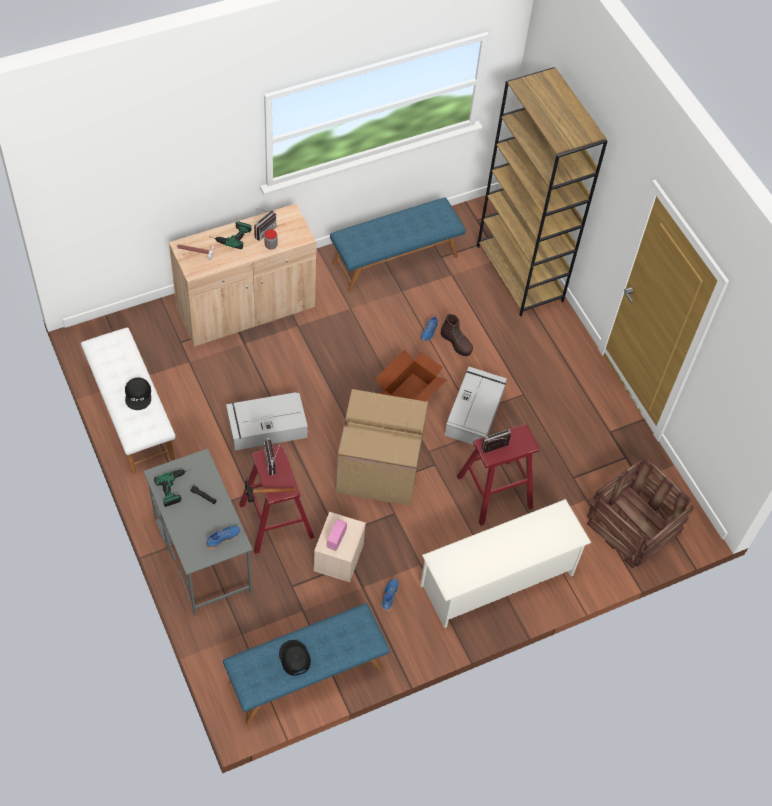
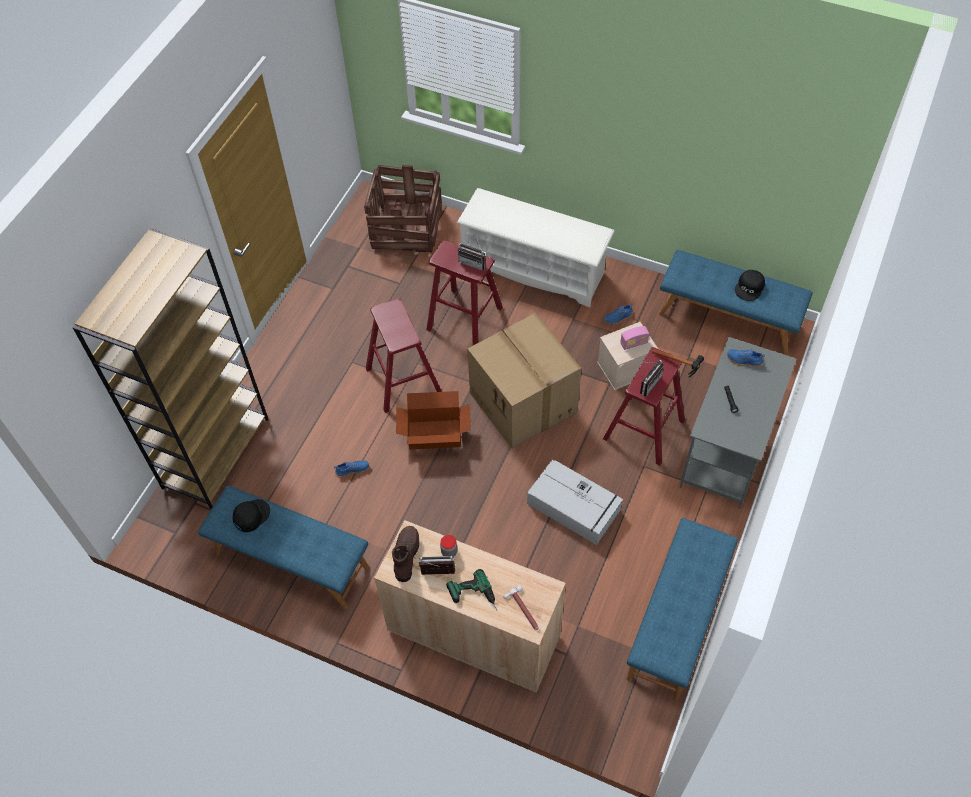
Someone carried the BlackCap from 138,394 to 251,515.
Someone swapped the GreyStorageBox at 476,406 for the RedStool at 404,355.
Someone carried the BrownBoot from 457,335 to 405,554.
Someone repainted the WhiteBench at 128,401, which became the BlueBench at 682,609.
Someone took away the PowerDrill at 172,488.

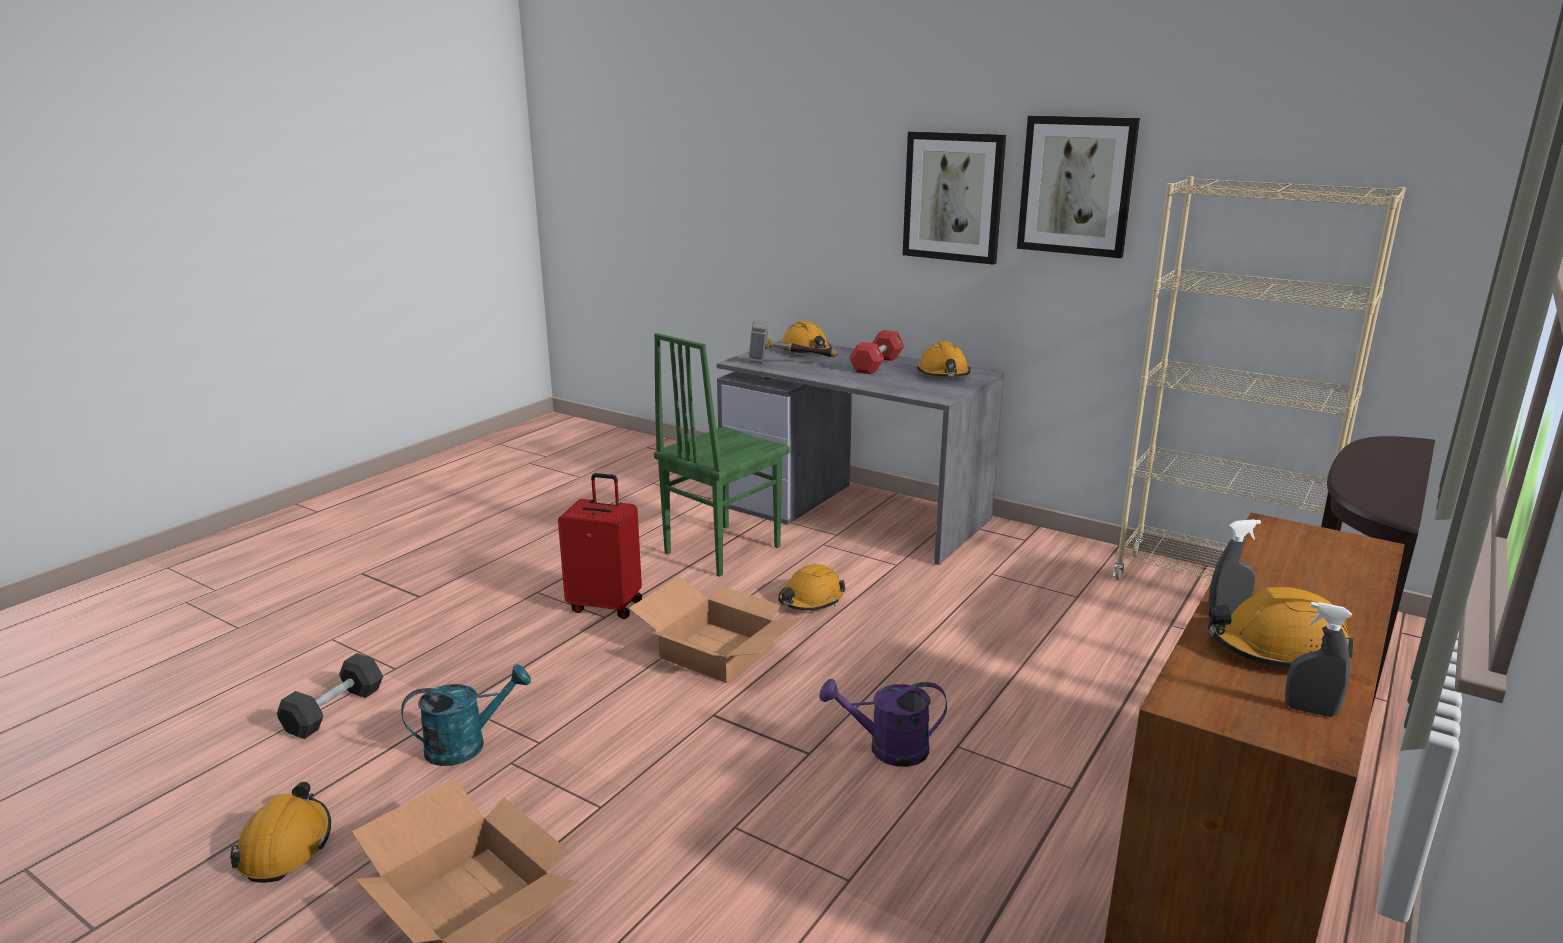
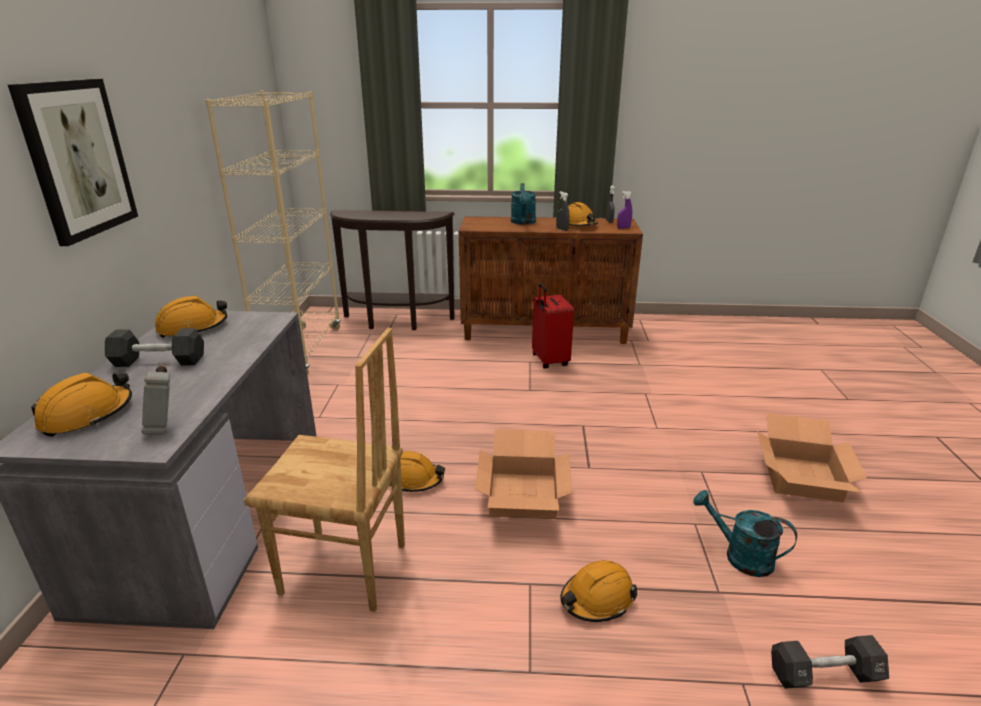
Someone repainted the RedDumbbell at 876,352, which became the BlackDumbbell at 154,347.
Someone repainted the GreenChair at 722,455, which became the BrownChair at 324,470.
Someone put down the TurquoiseWateringCan at 523,204.
Someone carried the RedSuitcase from 600,546 to 553,325.
Someone carried the OrangeHardHat from 280,832 to 598,591.
Someone put down the PurpleSprayBottle at 624,210.
Someone took away the PurpleWateringCan at 883,722.
Someone took away the Picture at 1078,187.

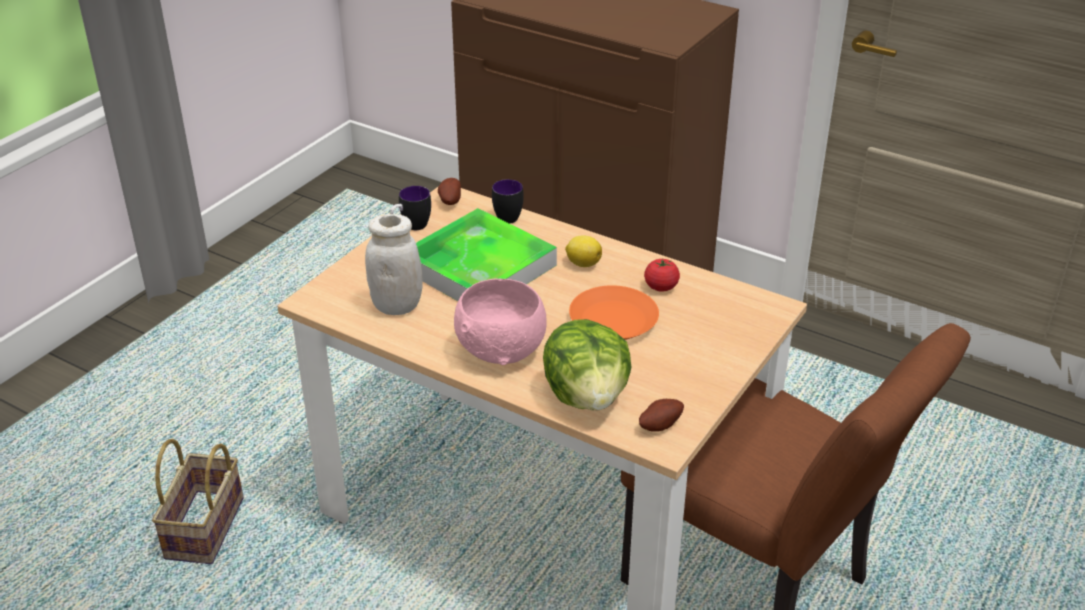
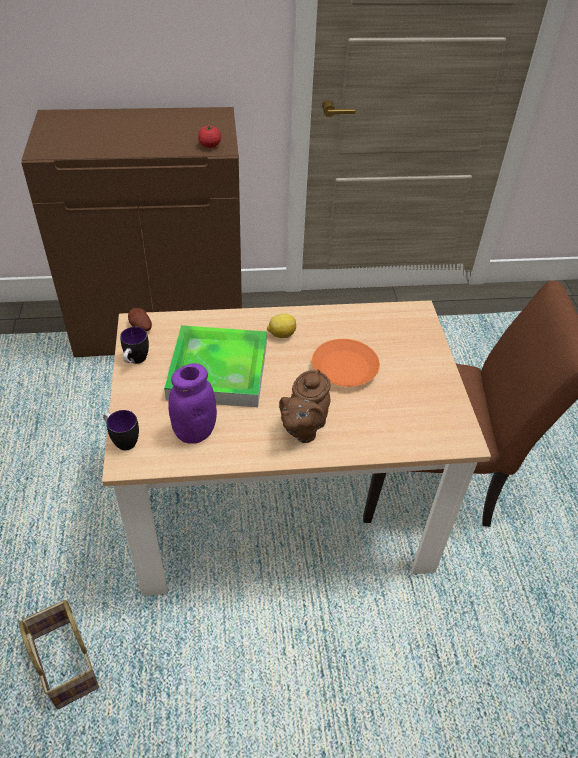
Someone carried the Mug from 508,201 to 121,430.
Someone repainted the WhiteJar at 394,264, which became the PurpleJar at 192,403.
Someone carried the Tomato from 662,275 to 209,136.
Someone swapped the PinkBowl at 500,322 for the BrownTeapot at 305,406.
Someone took away the Lettuce at 587,364.
Someone took away the Potato at 661,415.

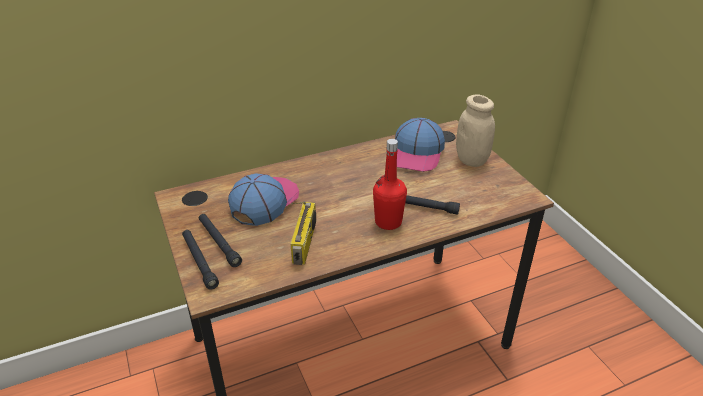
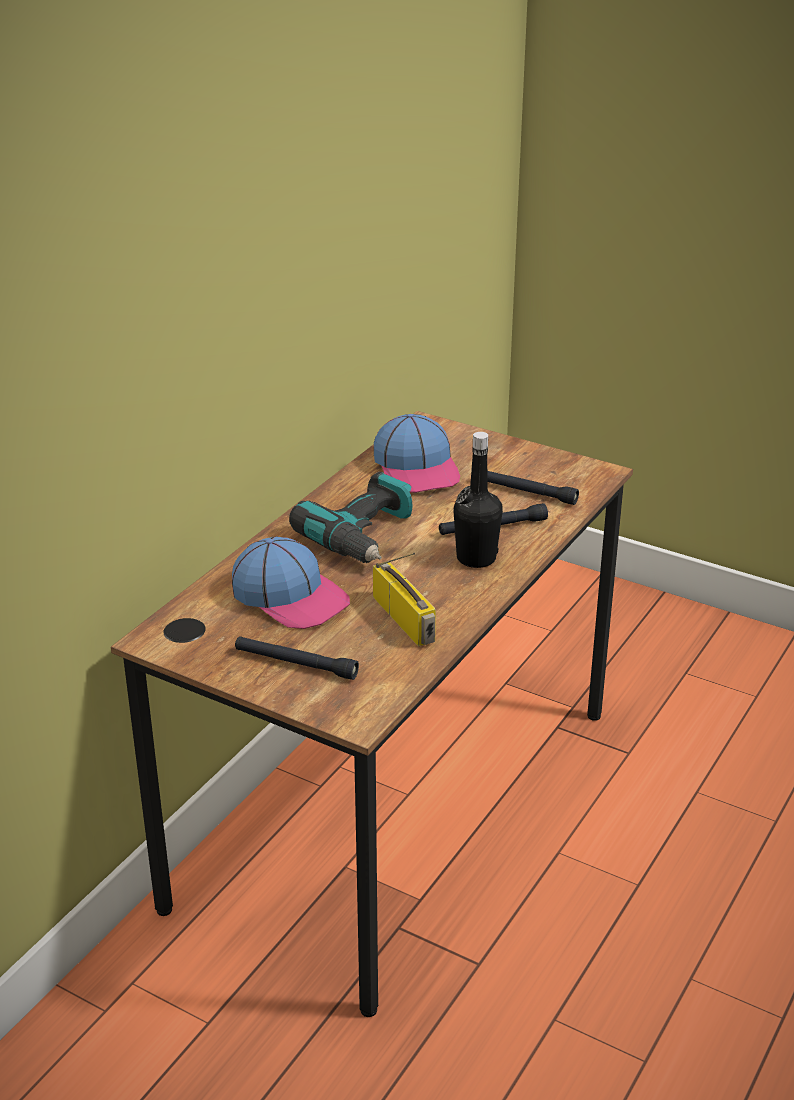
Someone rotated the Cap at 263,199 by 135 degrees clockwise.
Someone put down the PowerDrill at 351,517.
Someone repainted the RedBottle at 390,184, which became the BlackBottle at 478,500.
Someone carried the BlackFlashlight from 200,260 to 533,488.
Someone took away the BeigeJar at 475,130.

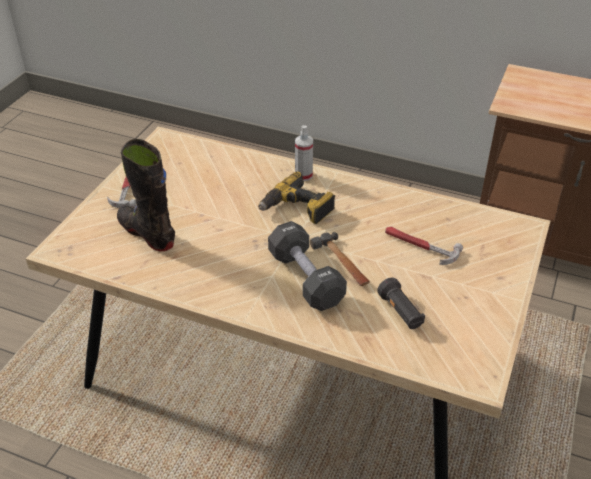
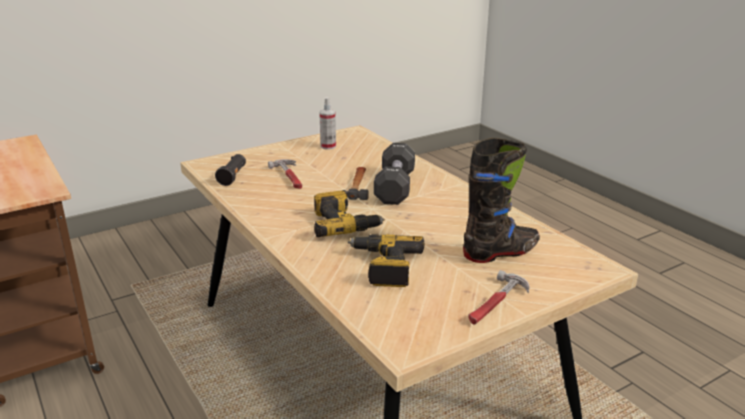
Someone carried the BlackFlashlight from 401,303 to 230,170.
Someone carried the SprayBottle from 304,153 to 327,123.
Someone put down the PowerDrill at 386,260.
Someone rotated the BlackBoot at 146,195 by 105 degrees counterclockwise.

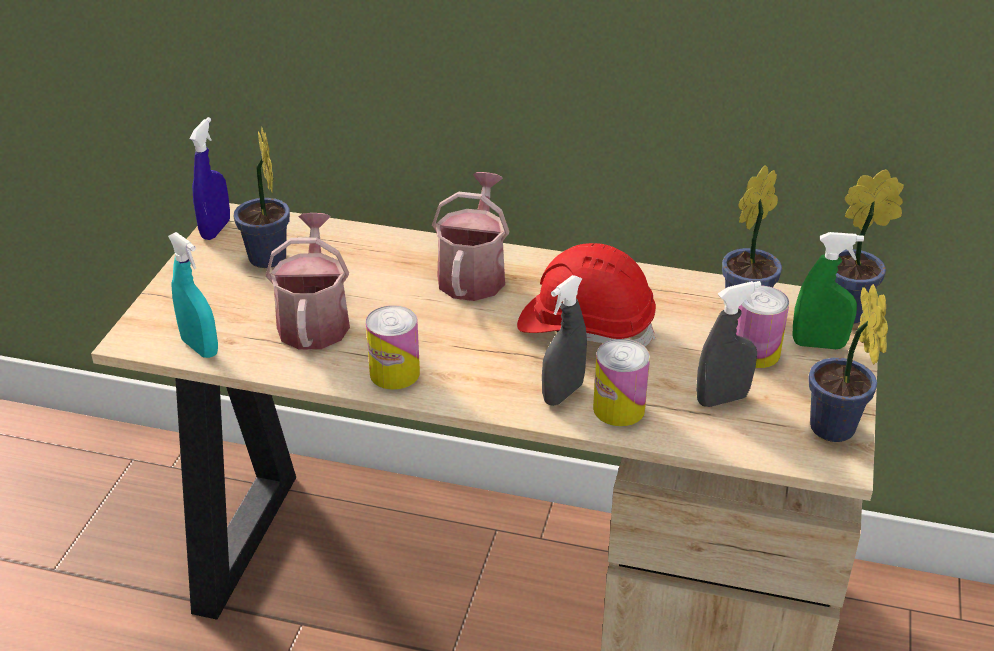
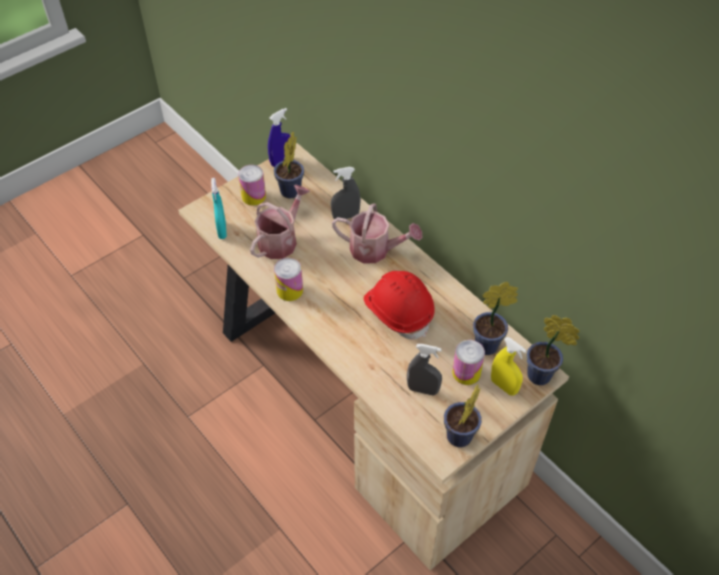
Someone carried the Can from 621,382 to 252,185.
Someone carried the GreySprayBottle from 564,340 to 346,193.
Someone rotated the WateringCan at 471,236 by 60 degrees clockwise.
Someone repainted the GreenSprayBottle at 828,290, which became the YellowSprayBottle at 509,366.

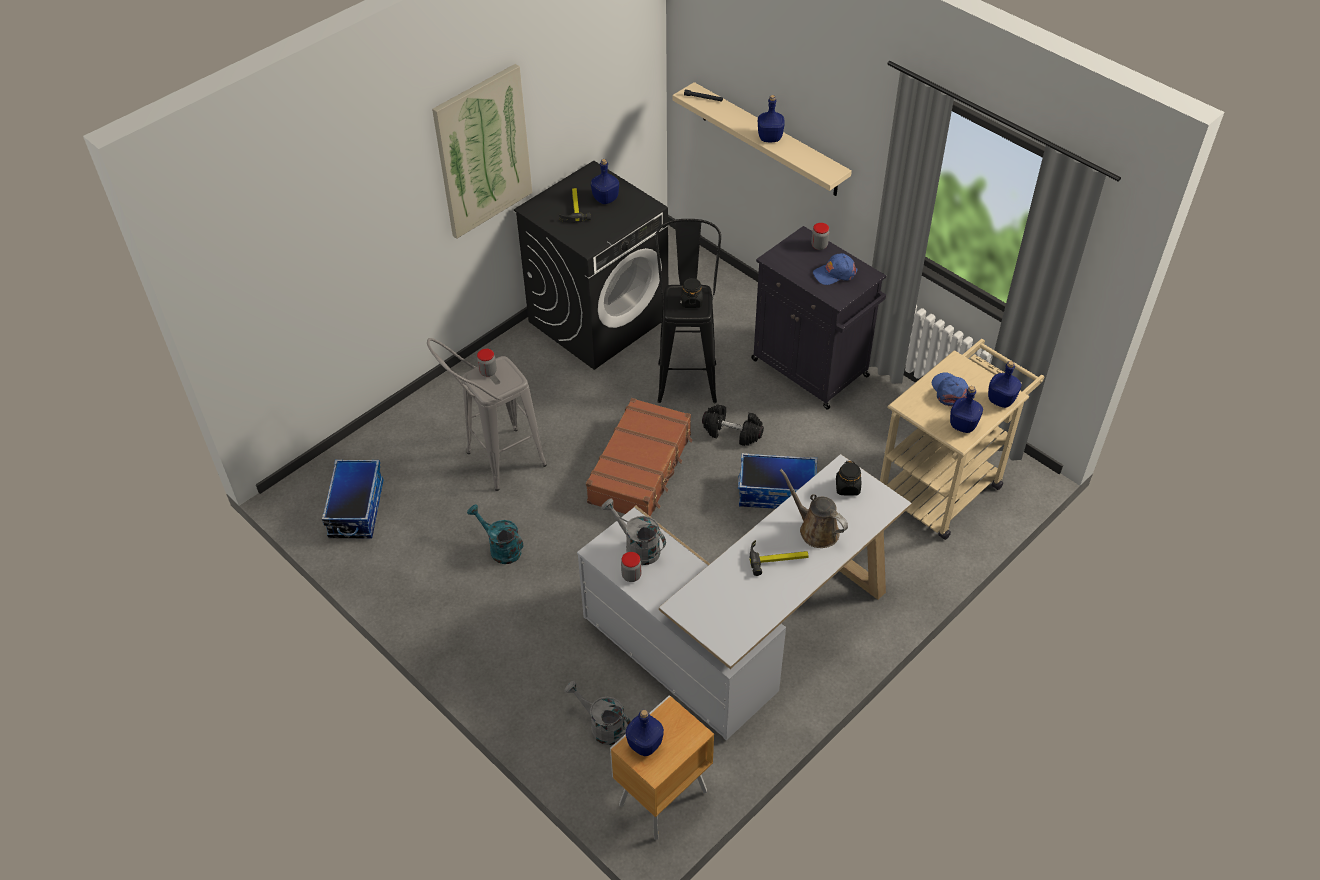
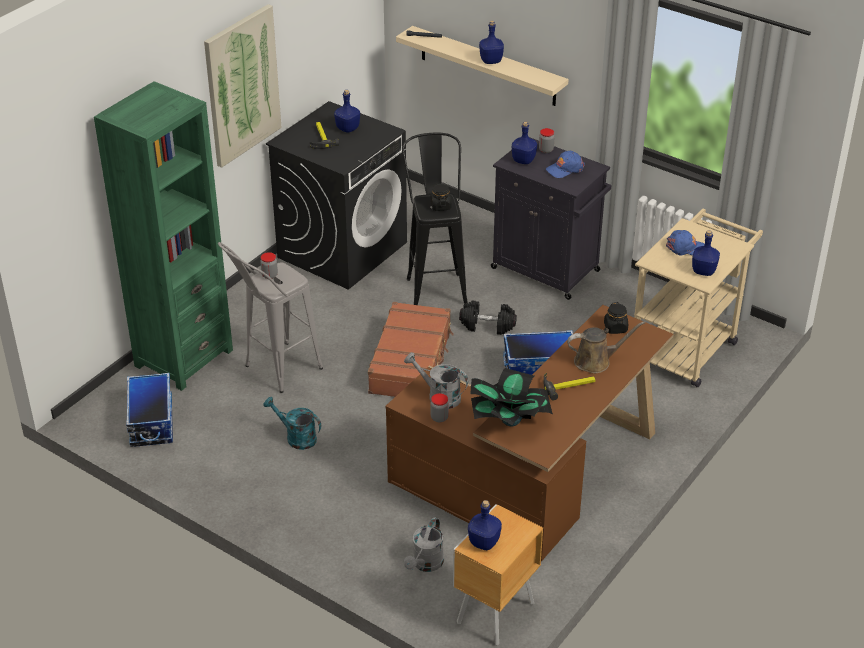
Someone put down the GreenBookcase at 163,236.
Someone repainted the WhiteDesk at 744,597, which became the BrownDesk at 529,433.
Someone rotated the GreyWateringCan at 598,713 by 90 degrees counterclockwise.
Someone put down the PottedPlant at 511,397.
Someone carried the BlueBottle from 1005,384 to 524,142.
Someone rotated the BrownWateringCan at 814,508 by 135 degrees clockwise.
Someone rotated the BlueCap at 950,389 by 120 degrees clockwise.

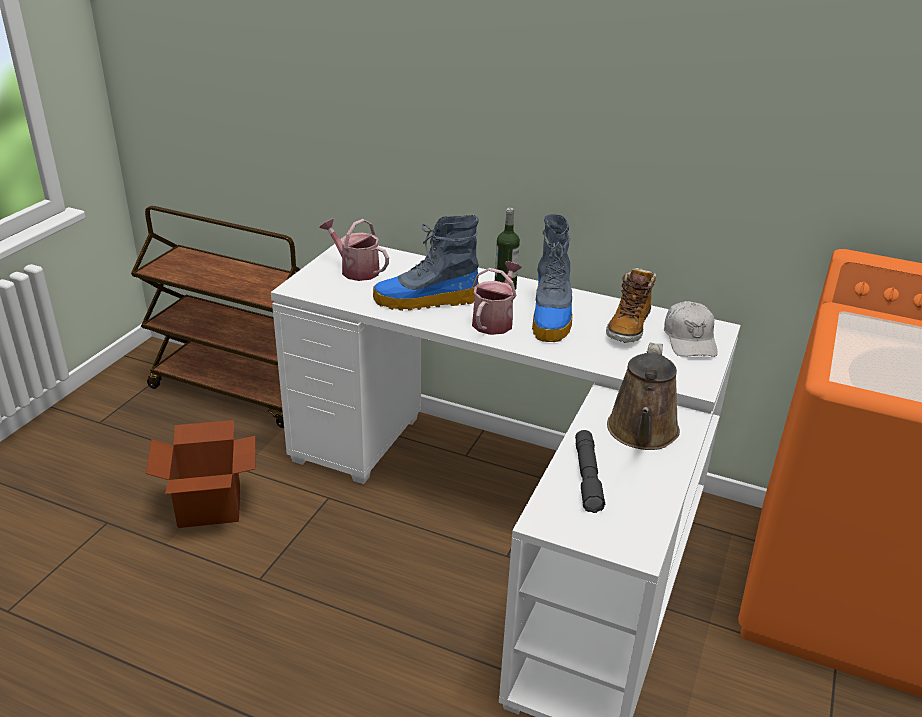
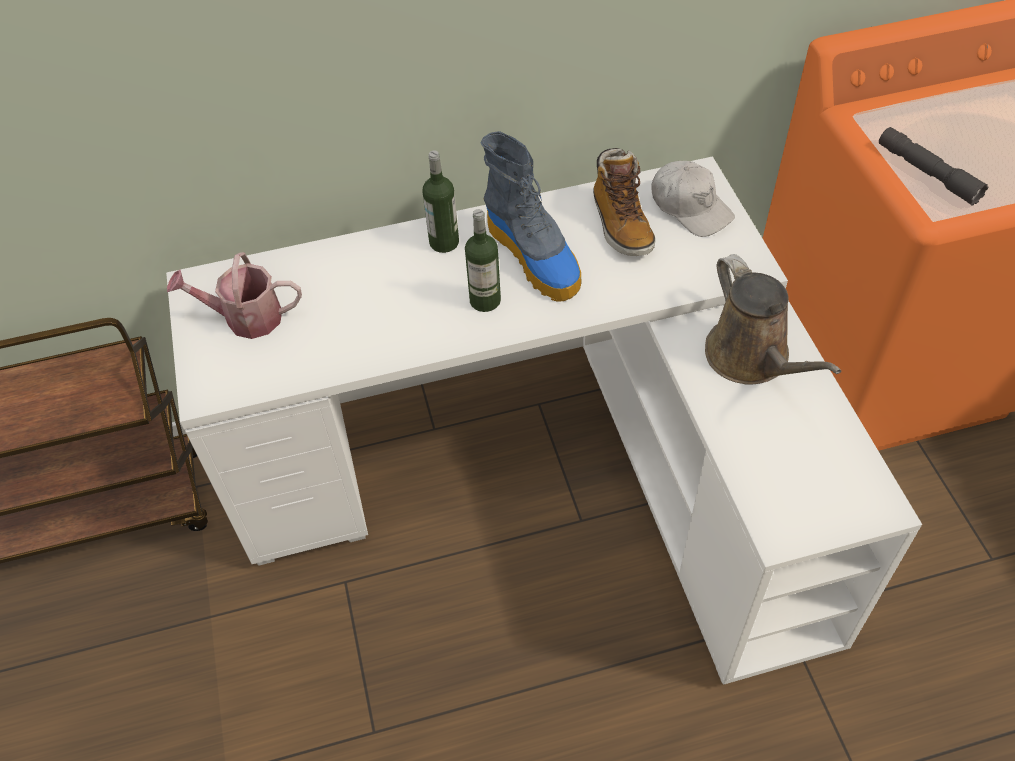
Someone swapped the WateringCan at 497,298 for the Bottle at 483,260.
Someone carried the GreyFlashlight from 590,471 to 933,166.
Someone took away the CardboardBox at 200,474.
Someone took away the Boot at 426,263.

